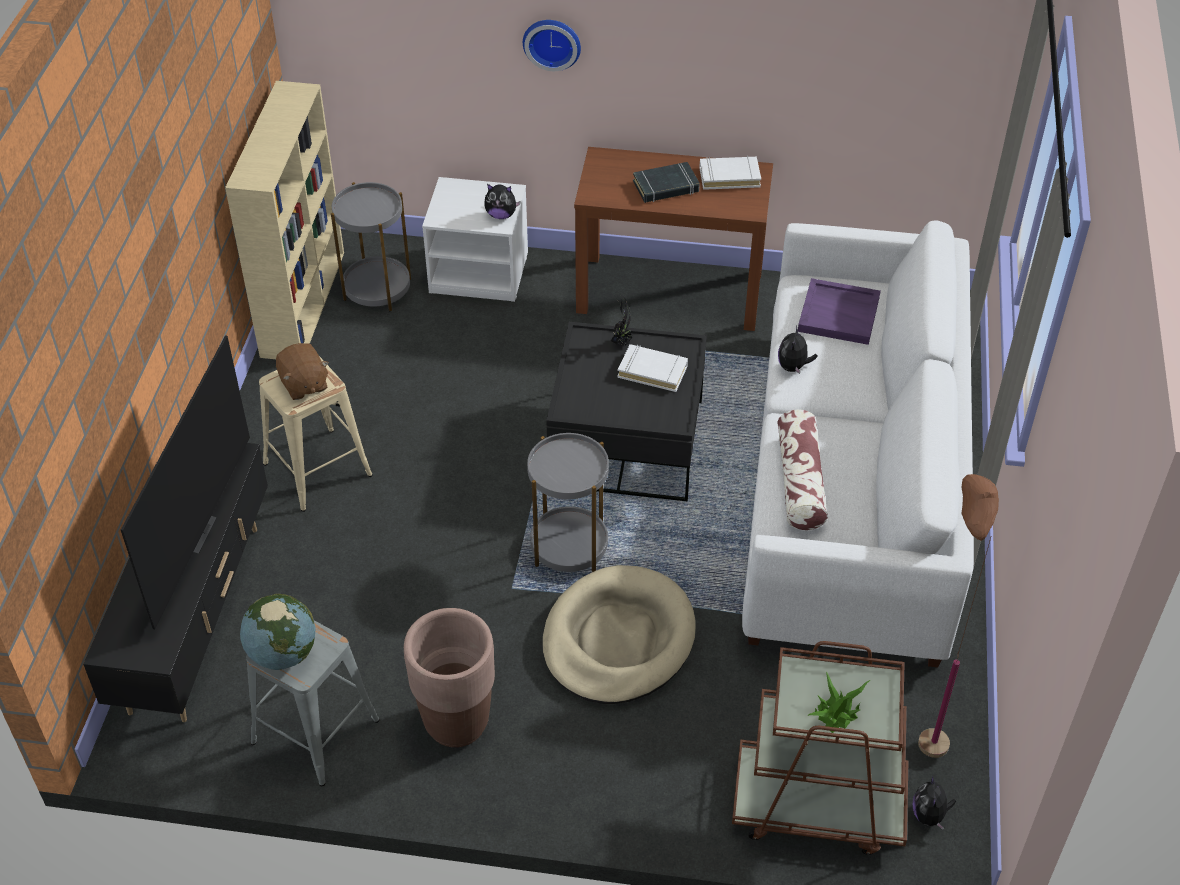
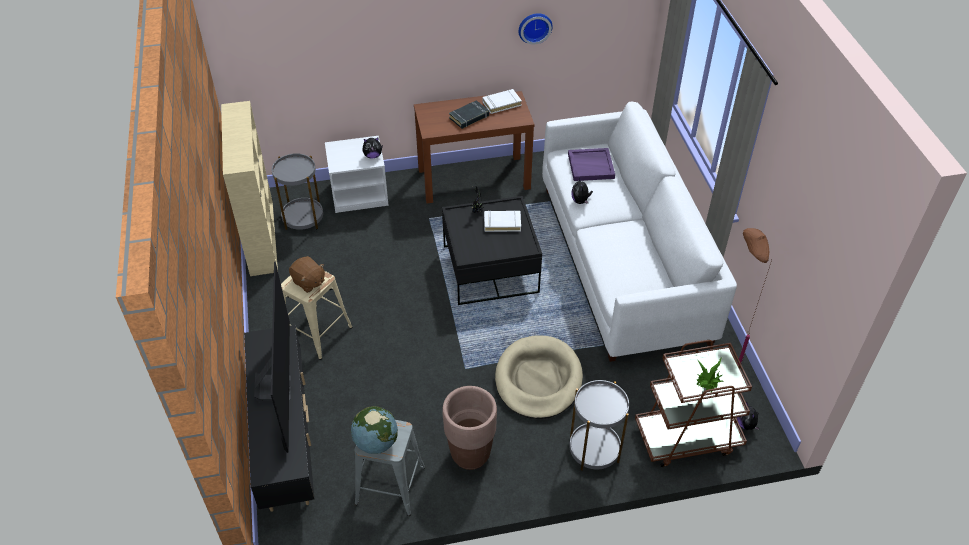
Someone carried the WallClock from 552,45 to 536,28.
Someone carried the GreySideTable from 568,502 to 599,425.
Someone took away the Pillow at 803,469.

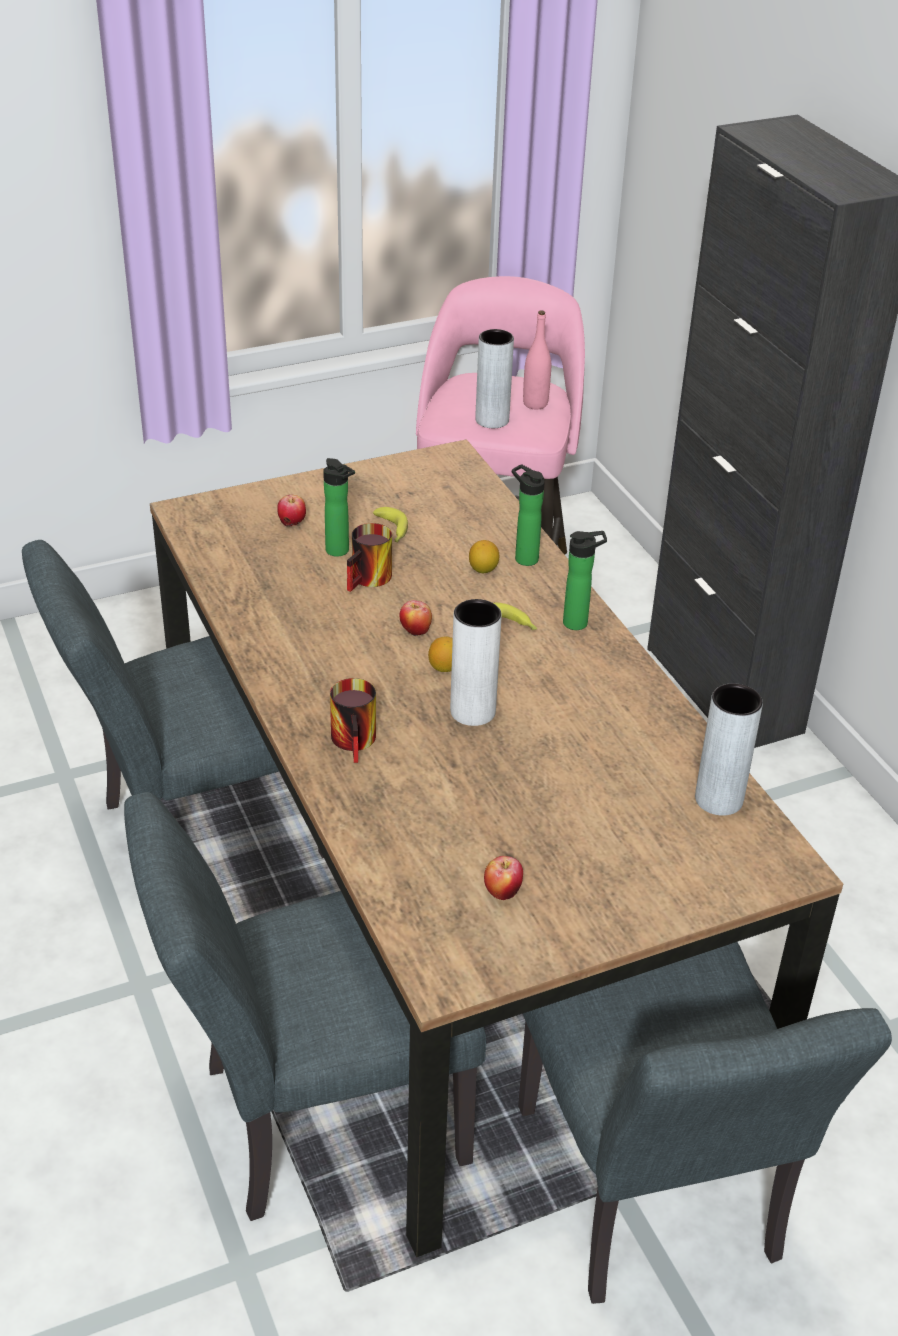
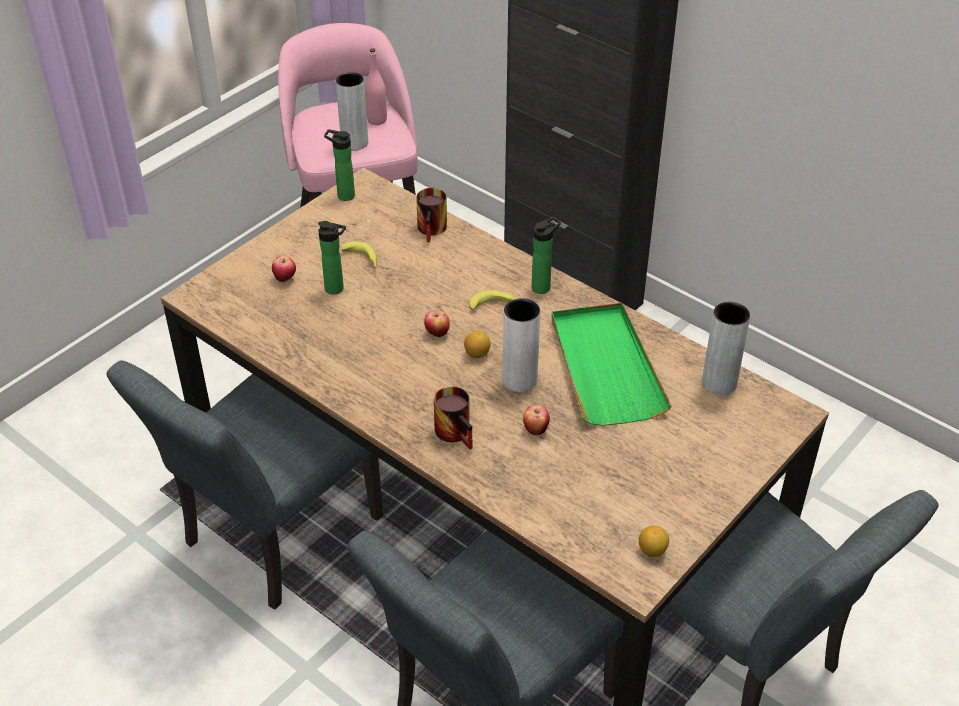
Someone carried the Bottle from 528,515 to 339,165.
Someone carried the Mug from 369,557 to 431,215.
Someone carried the Apple from 503,878 to 536,420.
Someone put down the GreenTray at 611,364.
Someone carried the Lemon from 484,556 to 654,541.

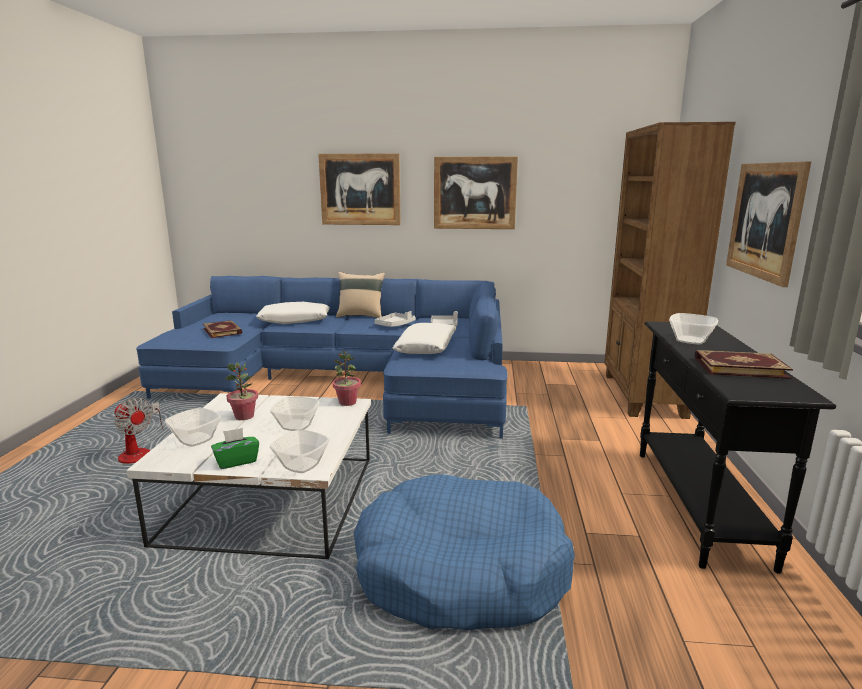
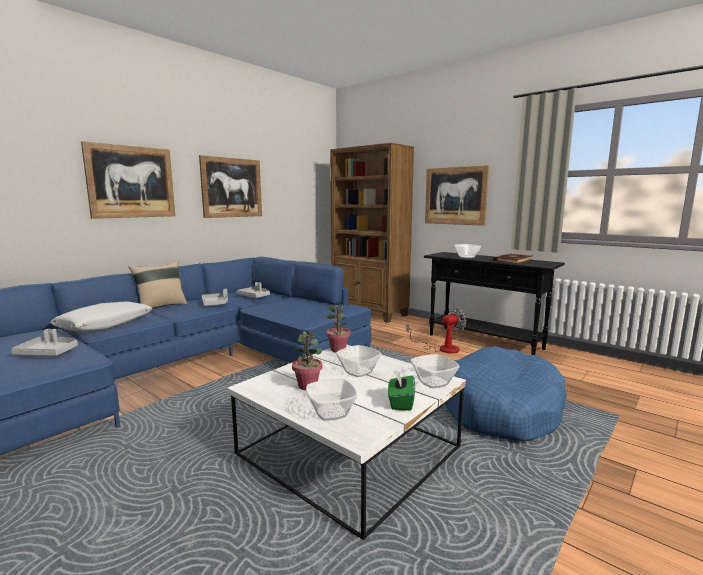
Someone swapped the Book at 222,329 for the GreyTray at 44,342.
Someone carried the Fan from 139,431 to 436,330.
Someone took away the WhitePillow at 424,338.

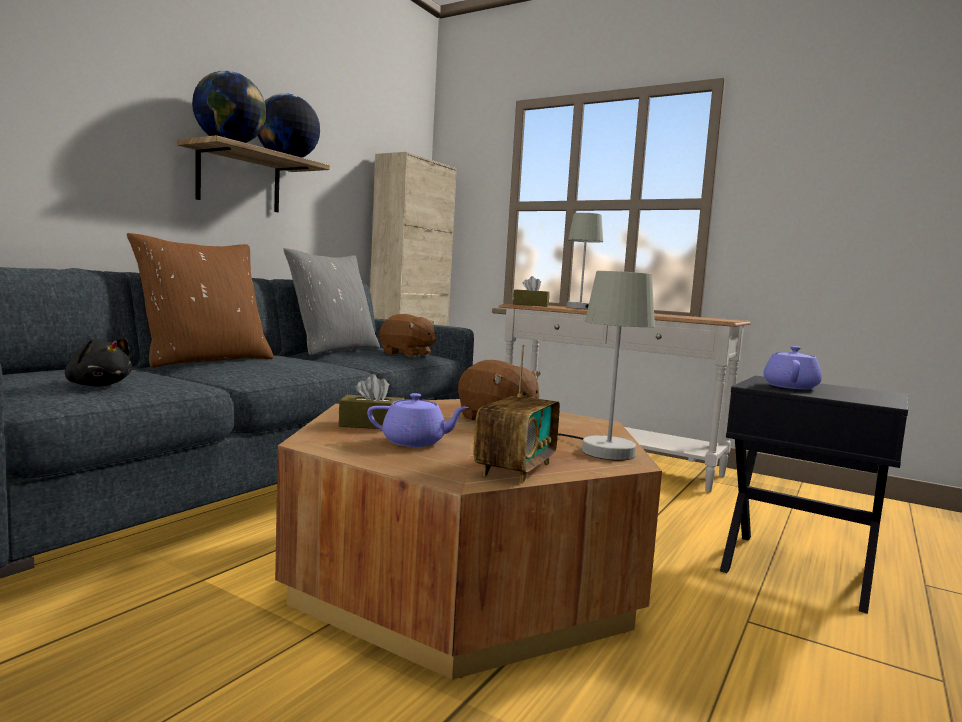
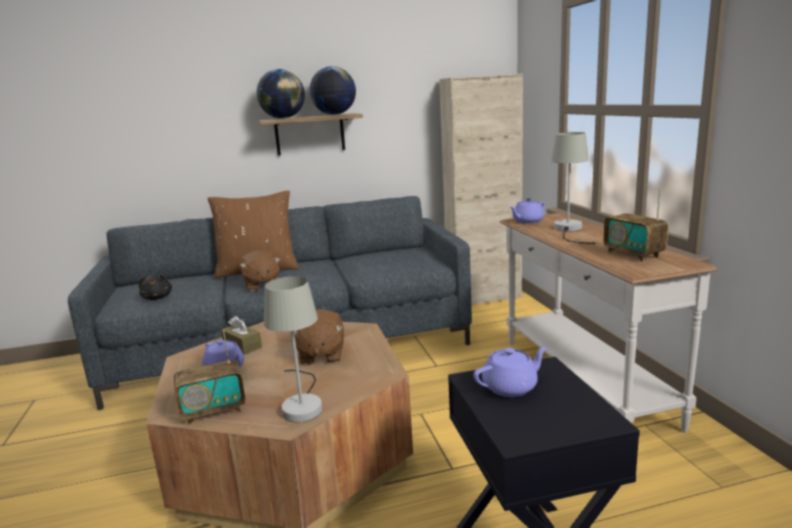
Someone carried the BrownPlushToy from 408,335 to 260,270.
Someone swapped the BrownTissueBox at 531,291 for the PurpleTeapot at 527,210.
Someone put down the Radio at 635,225.
Someone took away the GreyPillow at 331,301.

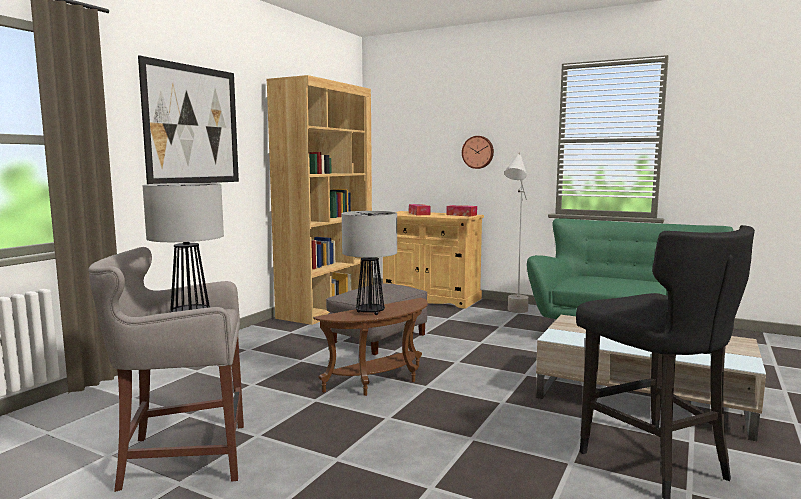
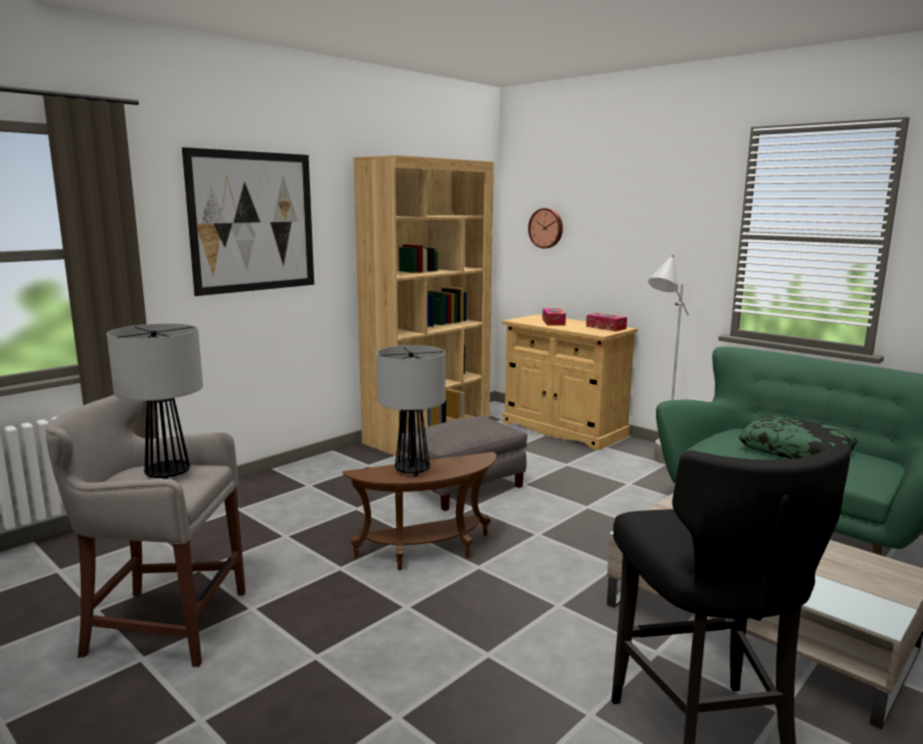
Someone carried the WallClock from 478,152 to 545,228.
Someone put down the Pillow at 798,437.

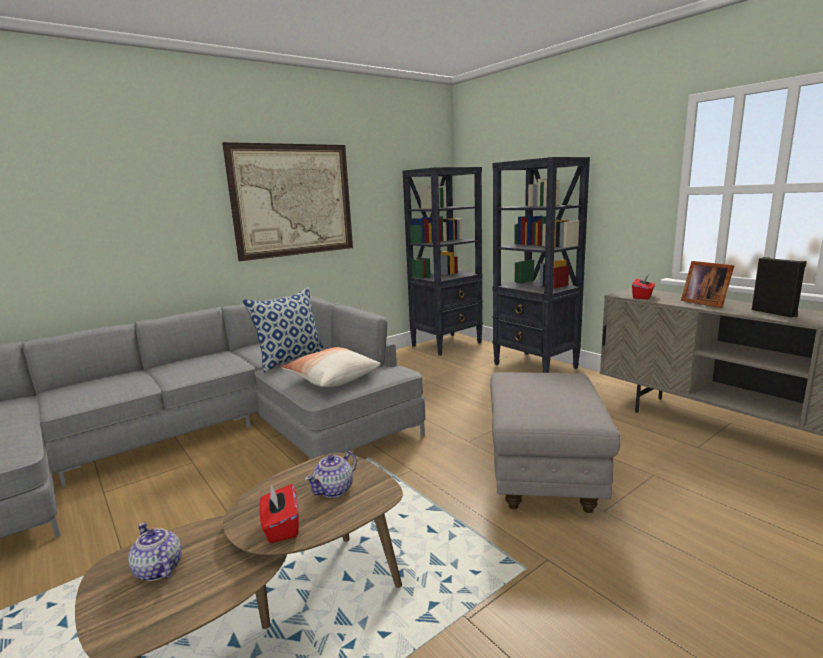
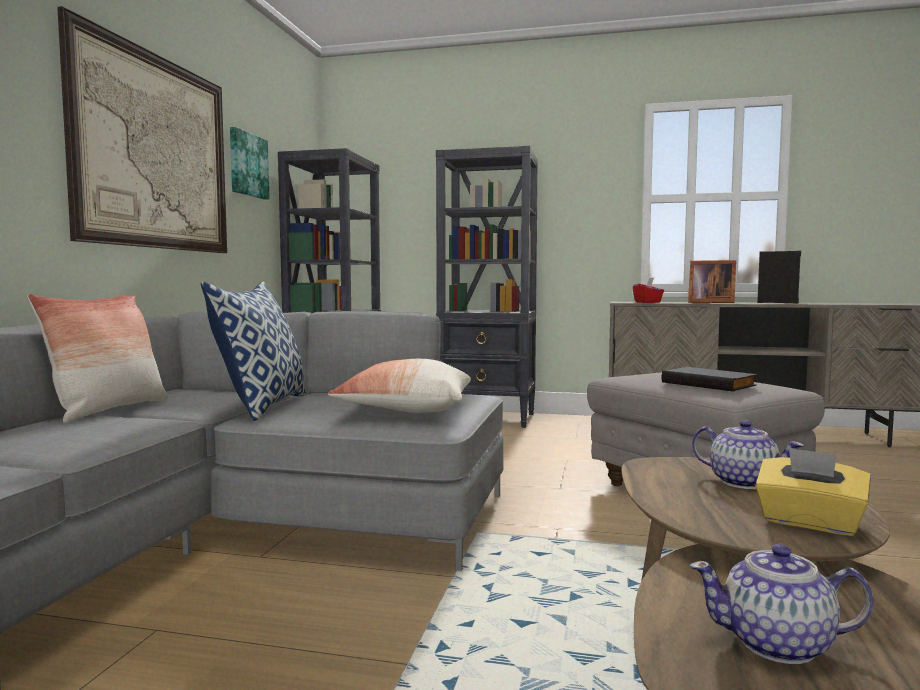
Someone put down the Pillow at 97,358.
Someone put up the Picture at 249,163.
Someone put down the BlackBook at 709,379.
Someone rotated the Teapot at 331,474 by 45 degrees counterclockwise.
Someone repainted the RedTissueBox at 279,513, which became the YellowTissueBox at 813,491.

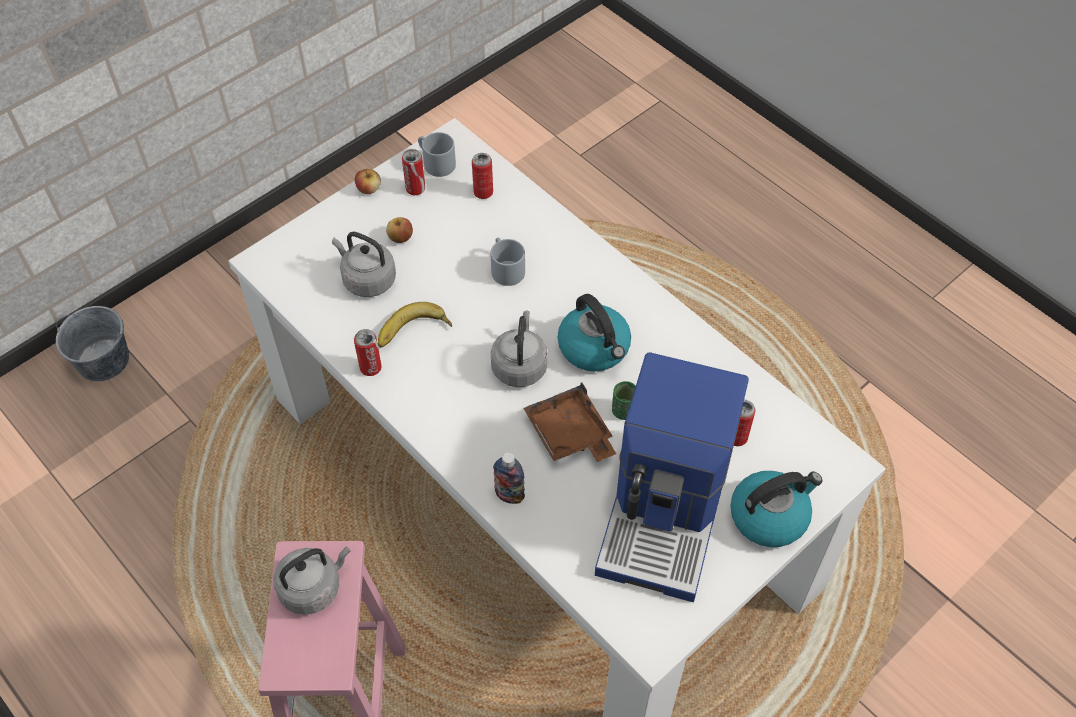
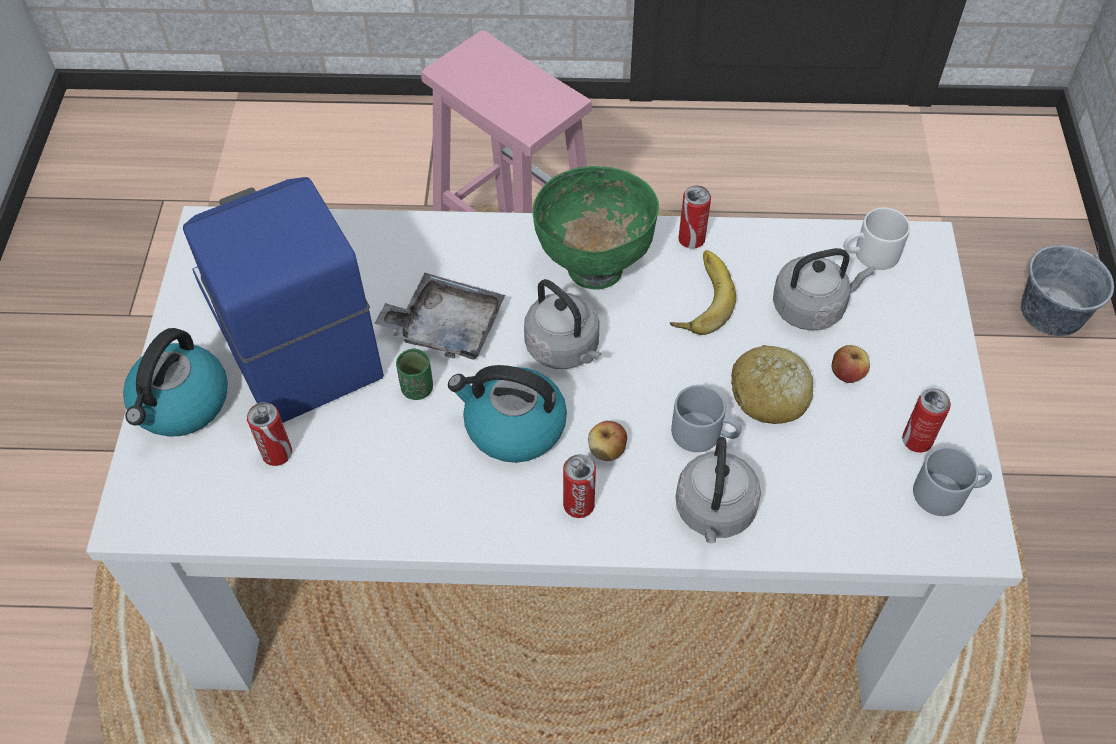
Someone repainted the BrownTray at 569,422, which became the GreyTray at 439,316.
Someone put down the GreenBowl at 595,228.
Someone carried the Can from 482,176 to 579,486.
Someone carried the Apple from 368,181 to 607,441.
Someone carried the GreyKettle from 312,580 to 718,490.
Someone put down the Bread at 772,384.
Someone put down the WhiteMug at 876,238.
Someone took away the Bottle at 509,478.

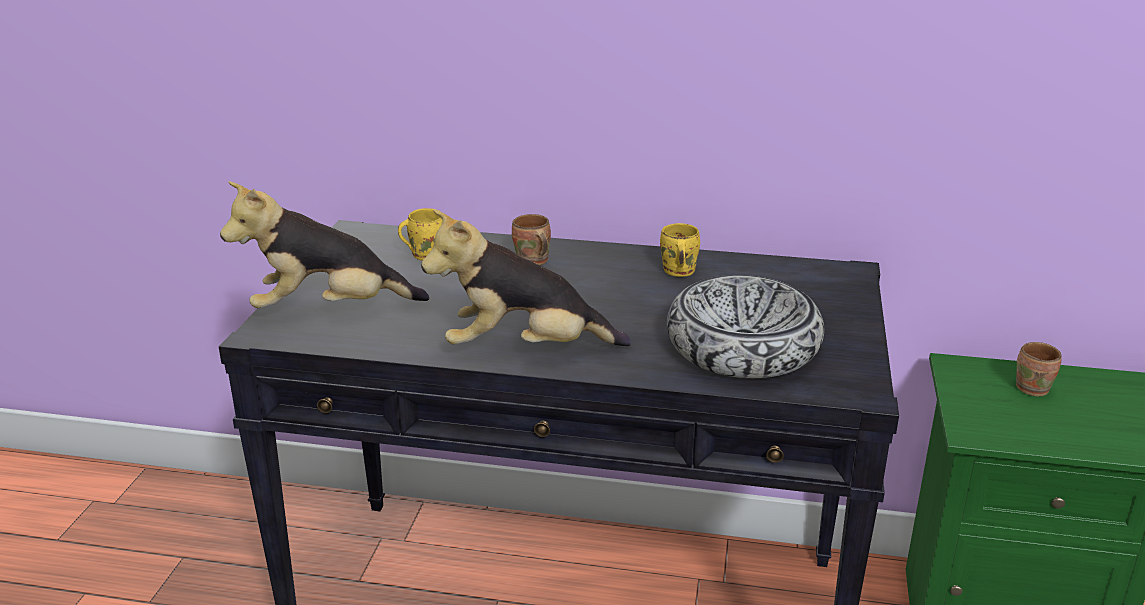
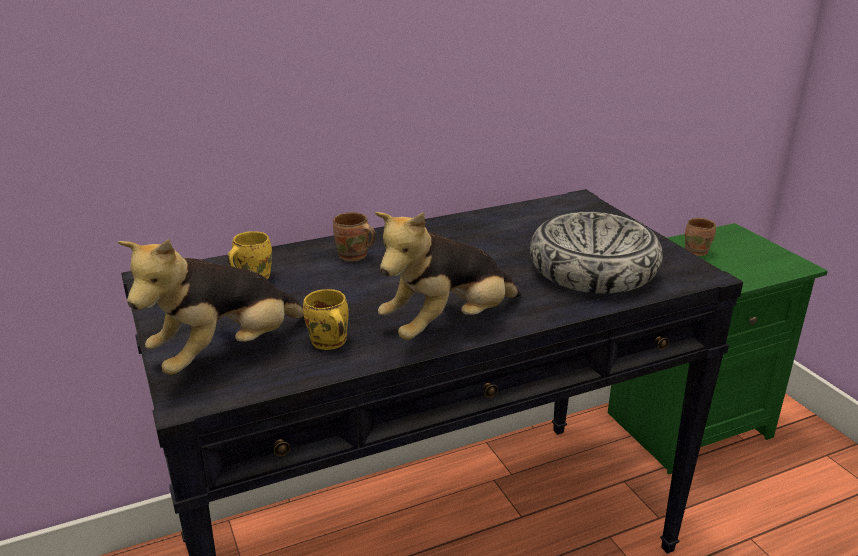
Someone carried the YellowMug from 680,250 to 326,319.

